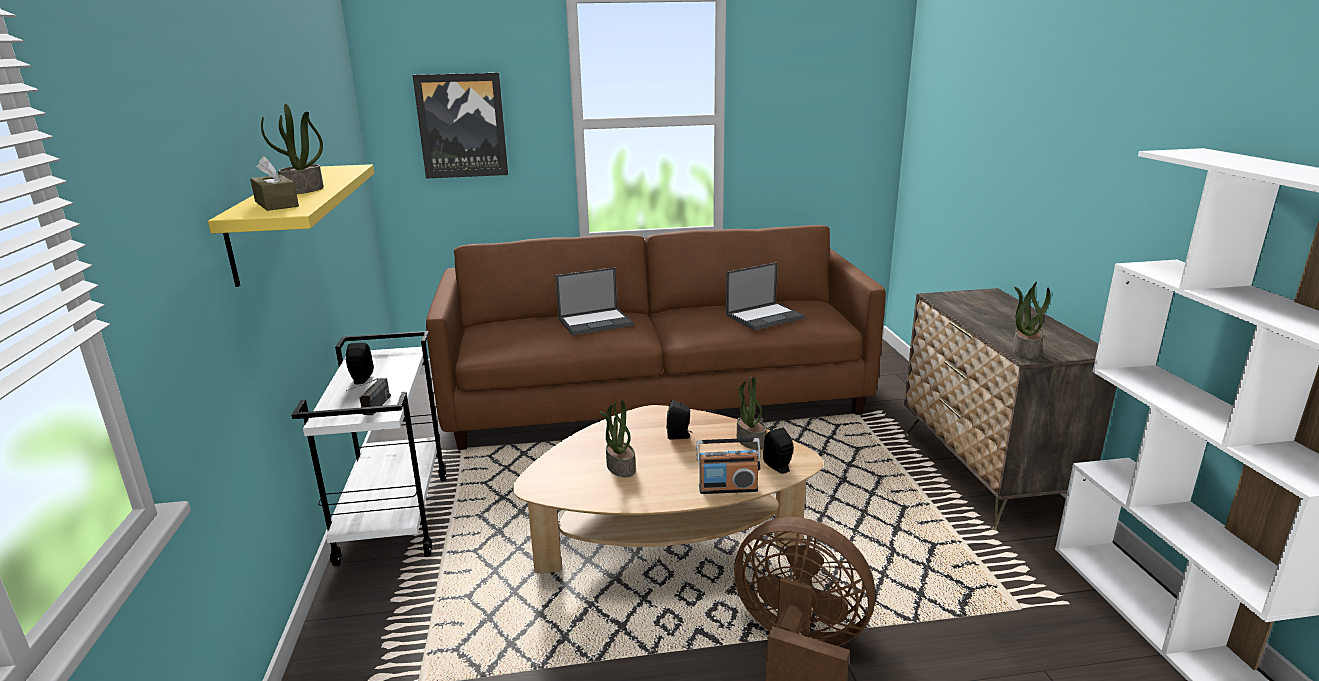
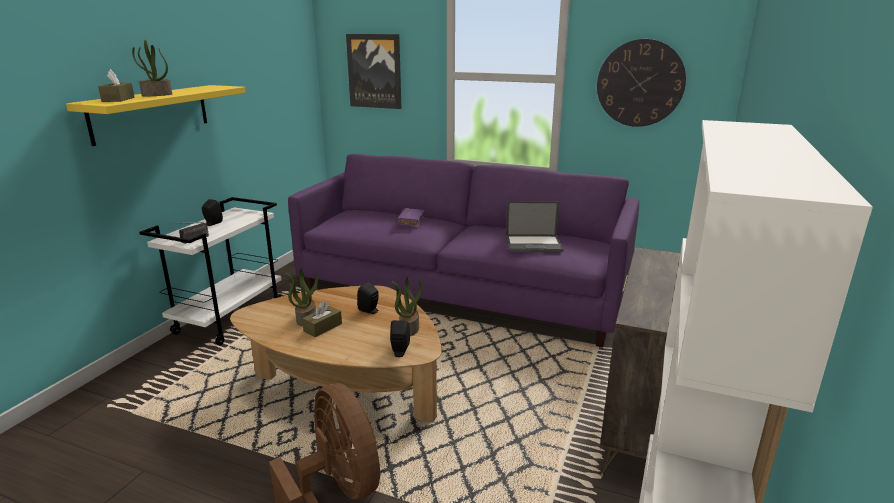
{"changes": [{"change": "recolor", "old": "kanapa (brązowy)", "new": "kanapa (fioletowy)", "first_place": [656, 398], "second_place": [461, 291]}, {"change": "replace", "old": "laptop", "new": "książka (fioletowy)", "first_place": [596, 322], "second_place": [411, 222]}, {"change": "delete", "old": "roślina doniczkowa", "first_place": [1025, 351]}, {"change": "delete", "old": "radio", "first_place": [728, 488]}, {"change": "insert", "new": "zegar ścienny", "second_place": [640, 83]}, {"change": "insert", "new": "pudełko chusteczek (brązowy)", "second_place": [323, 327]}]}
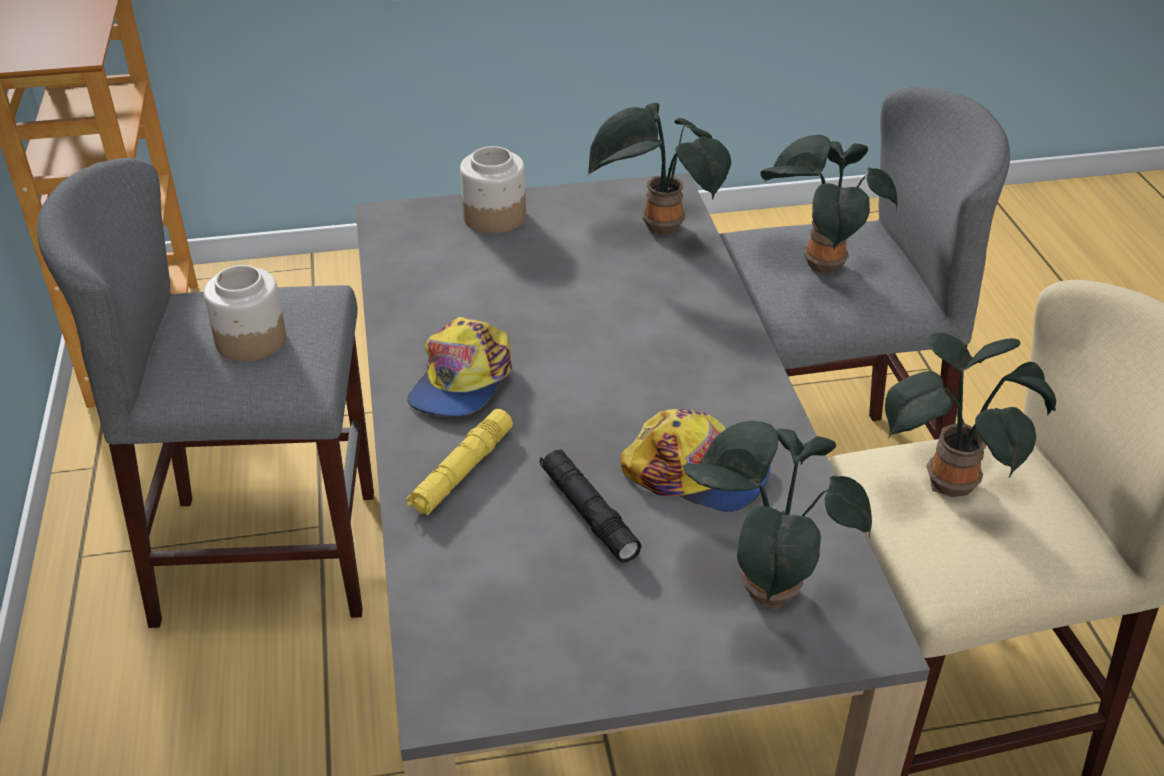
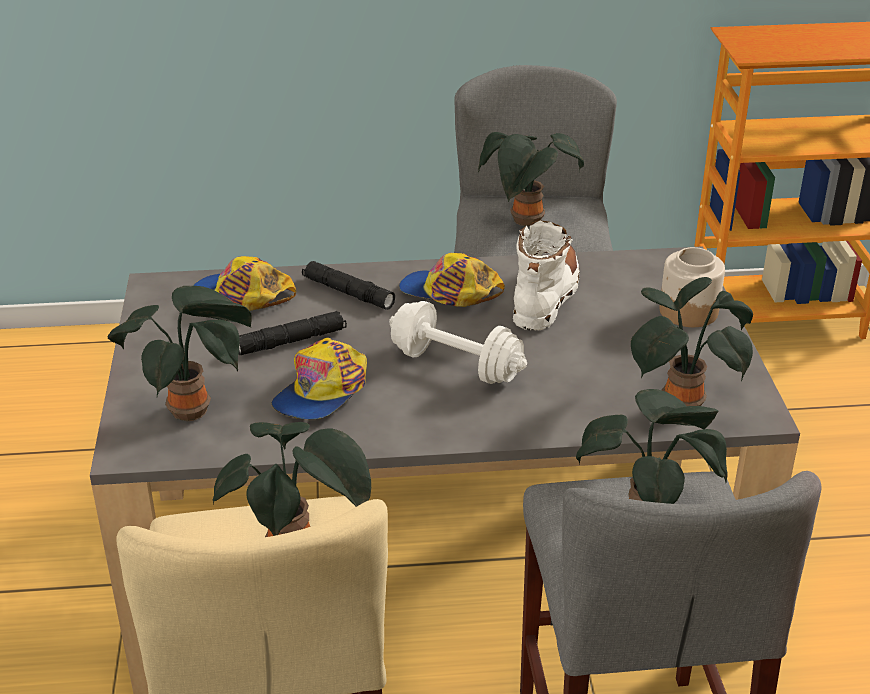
{"changes": [{"change": "replace", "old": "słoik", "new": "roślina doniczkowa", "first_place": [250, 340], "second_place": [526, 223]}, {"change": "recolor", "old": "latarka (żółty)", "new": "latarka (czarny)", "first_place": [462, 471], "second_place": [348, 292]}, {"change": "insert", "new": "but z cholewką (biały)", "second_place": [546, 296]}, {"change": "insert", "new": "czapka z daszkiem", "second_place": [241, 297]}, {"change": "insert", "new": "hantel (biały)", "second_place": [456, 365]}]}
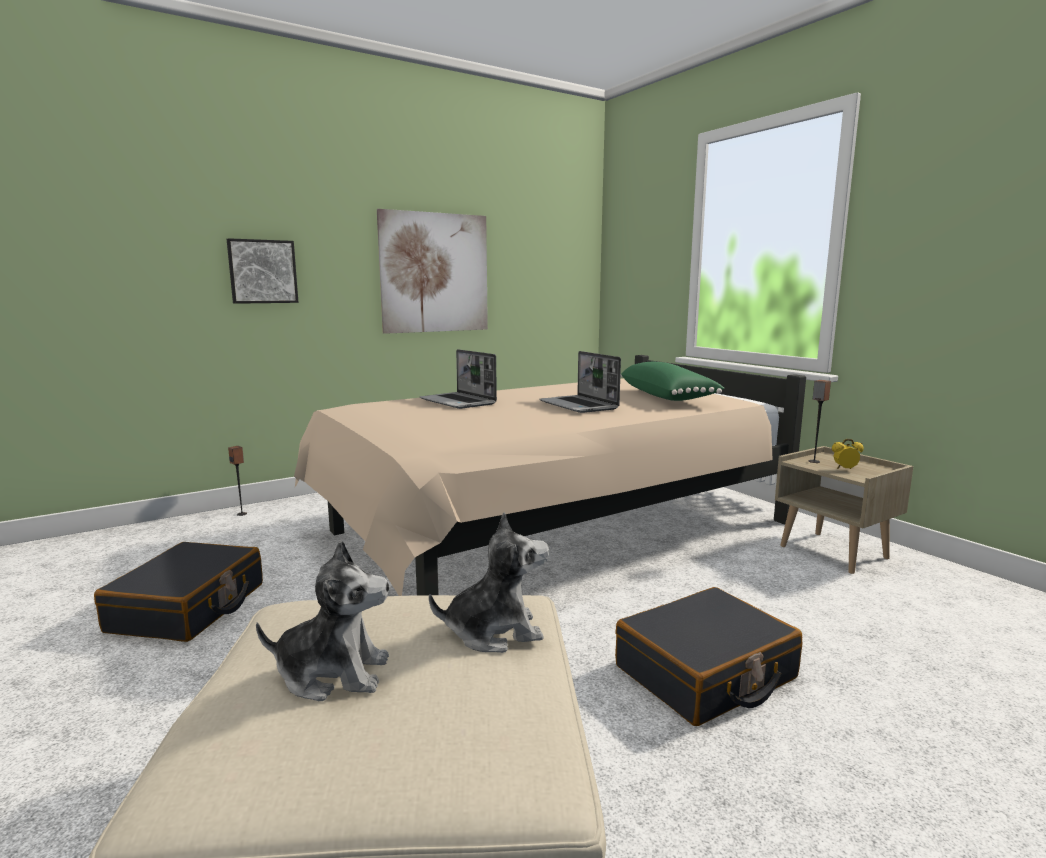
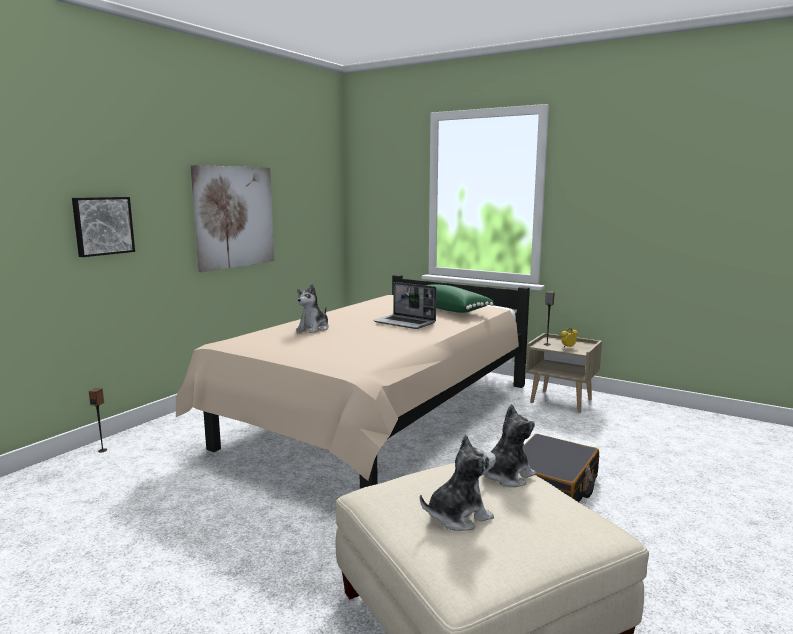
{"changes": [{"change": "replace", "old": "laptop", "new": "pluszak", "first_place": [459, 402], "second_place": [314, 329]}, {"change": "delete", "old": "walizka (czarny)", "first_place": [189, 608]}]}
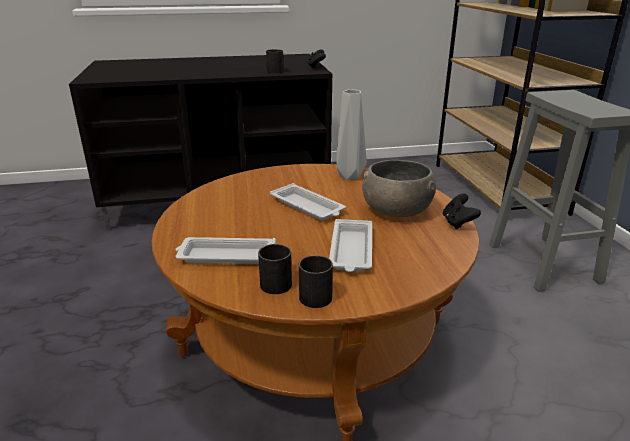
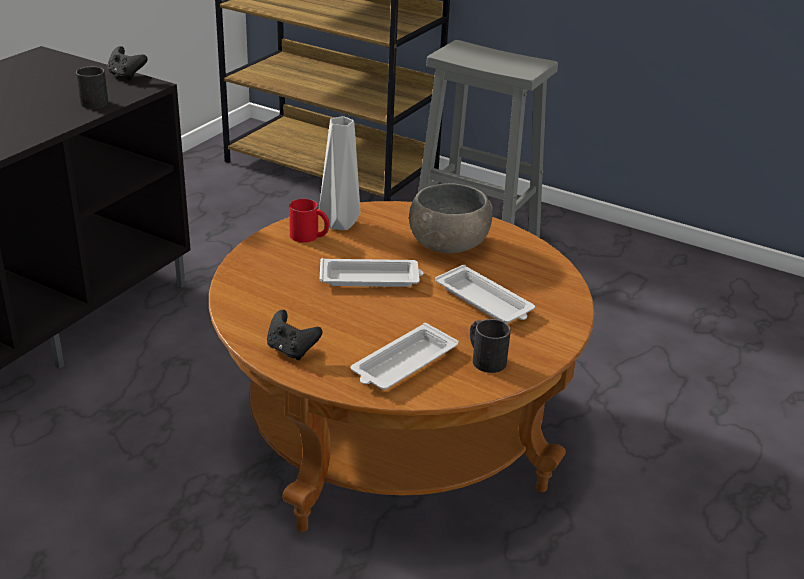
{"changes": [{"change": "move", "old": "pad do gier (czarny)", "first_place": [458, 223], "second_place": [291, 350]}, {"change": "delete", "old": "kubek (czarny)", "first_place": [313, 293]}, {"change": "insert", "new": "kubek (czerwony)", "second_place": [309, 236]}]}
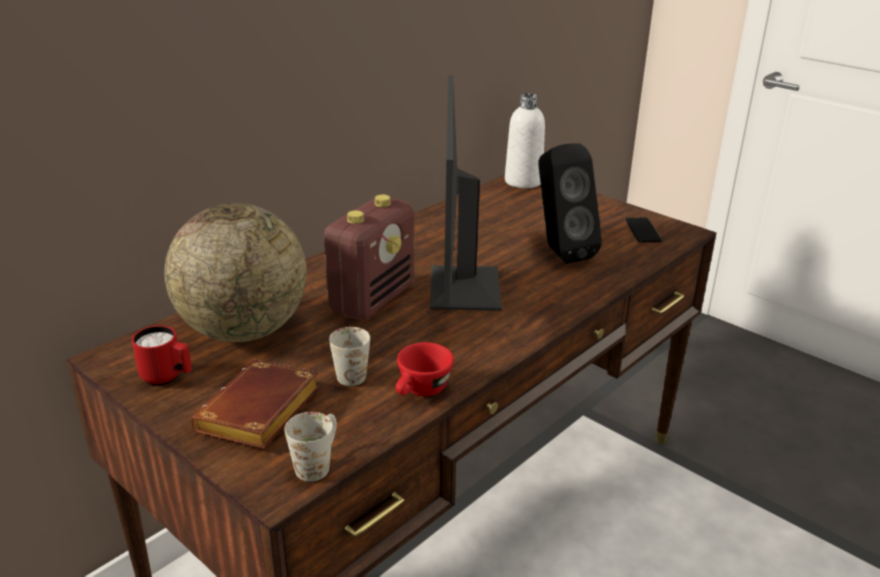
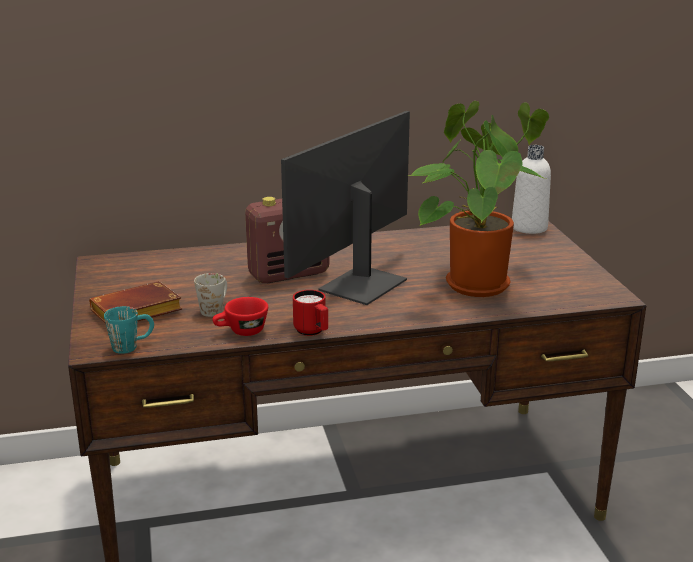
{"changes": [{"change": "replace", "old": "głośnik (czarny)", "new": "roślina doniczkowa", "first_place": [559, 252], "second_place": [474, 282]}, {"change": "delete", "old": "globus", "first_place": [244, 331]}, {"change": "delete", "old": "telefon", "first_place": [642, 231]}, {"change": "move", "old": "kubek (czerwony)", "first_place": [167, 378], "second_place": [312, 332]}, {"change": "recolor", "old": "kubek (biały)", "new": "kubek (turkusowy)", "first_place": [318, 463], "second_place": [132, 346]}]}
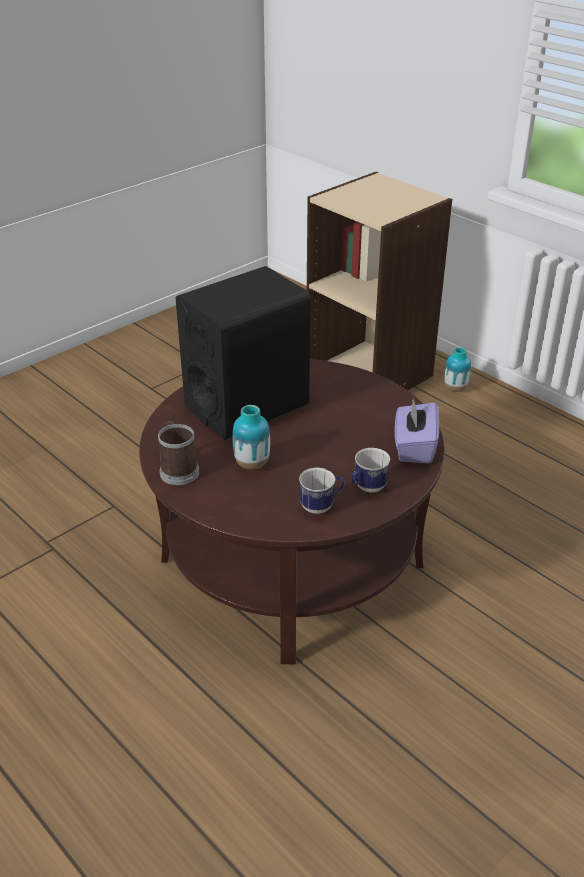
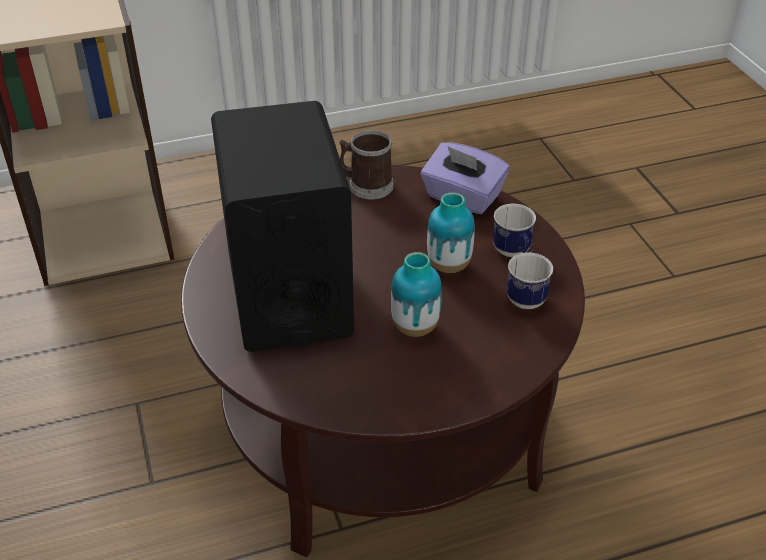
{"changes": [{"change": "move", "old": "wazon", "first_place": [455, 388], "second_place": [449, 265]}, {"change": "move", "old": "kubek", "first_place": [178, 470], "second_place": [366, 185]}]}
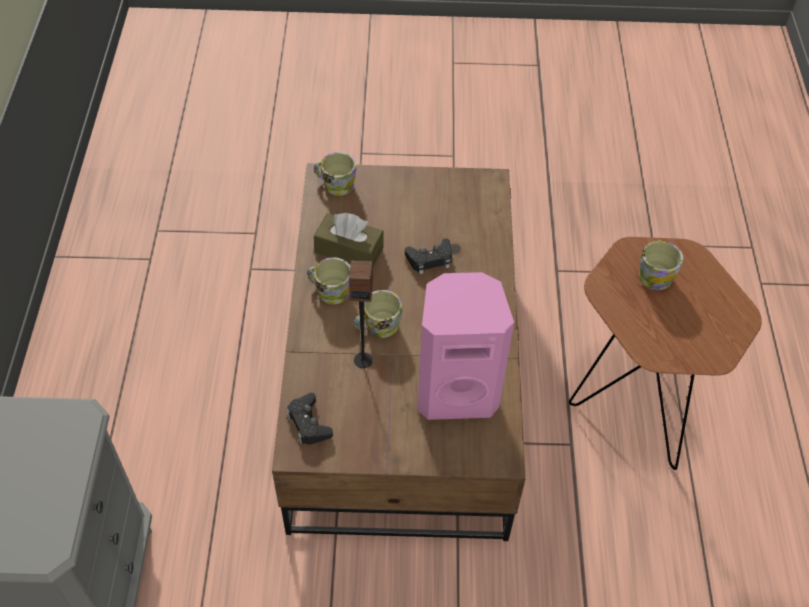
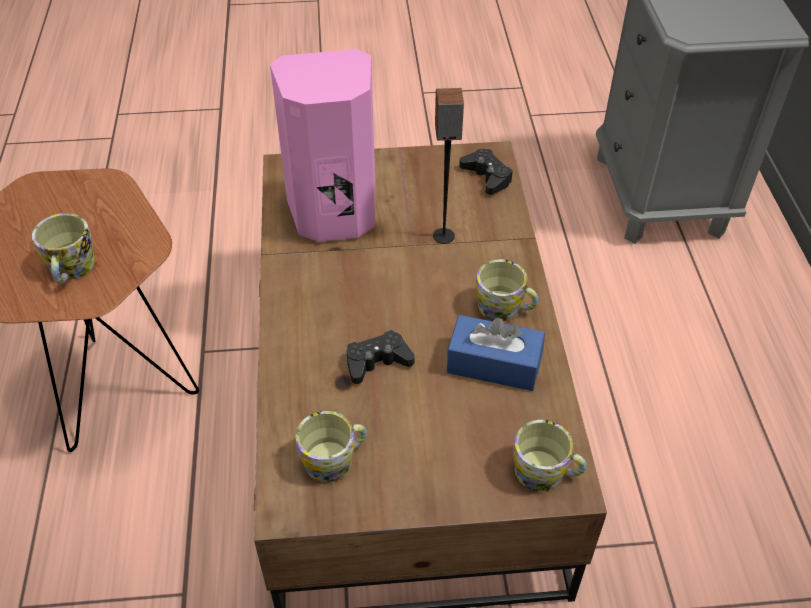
{"changes": [{"change": "recolor", "old": "pudełko chusteczek (brązowy)", "new": "pudełko chusteczek (niebieski)", "first_place": [349, 250], "second_place": [494, 364]}, {"change": "move", "old": "kubek", "first_place": [377, 326], "second_place": [335, 459]}]}
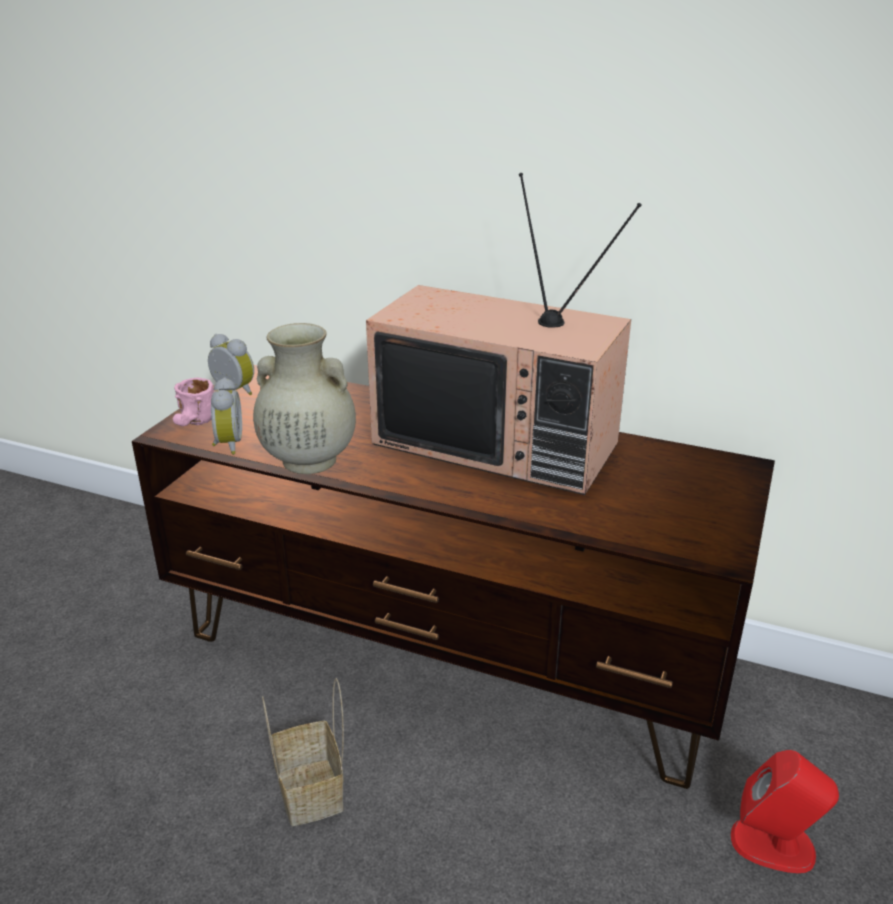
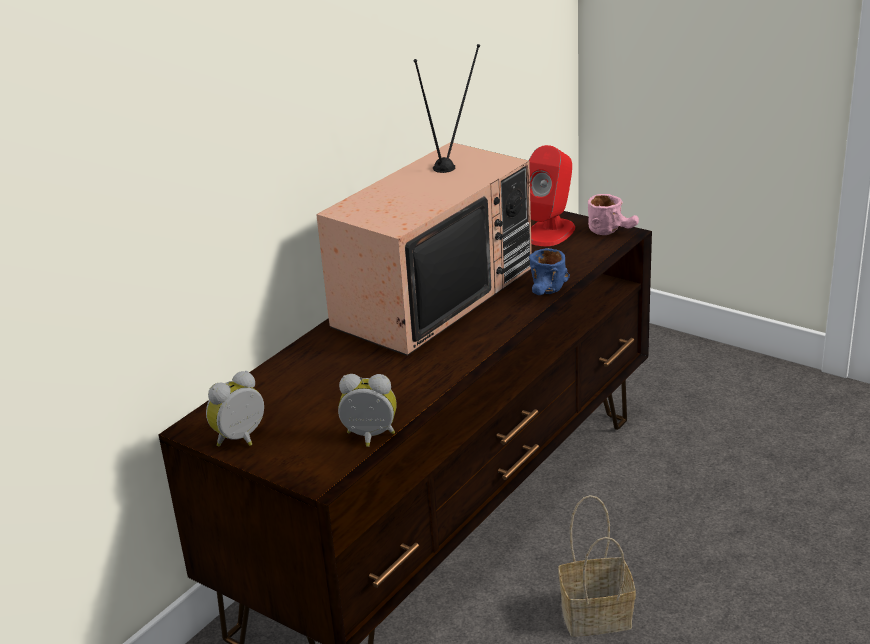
{"changes": [{"change": "delete", "old": "wazon (beżowy)", "first_place": [307, 460]}, {"change": "move", "old": "kubek (różowy)", "first_place": [196, 424], "second_place": [613, 231]}, {"change": "move", "old": "głośnik (czerwony)", "first_place": [774, 845], "second_place": [550, 232]}, {"change": "insert", "new": "kubek (niebieski)", "second_place": [547, 293]}]}
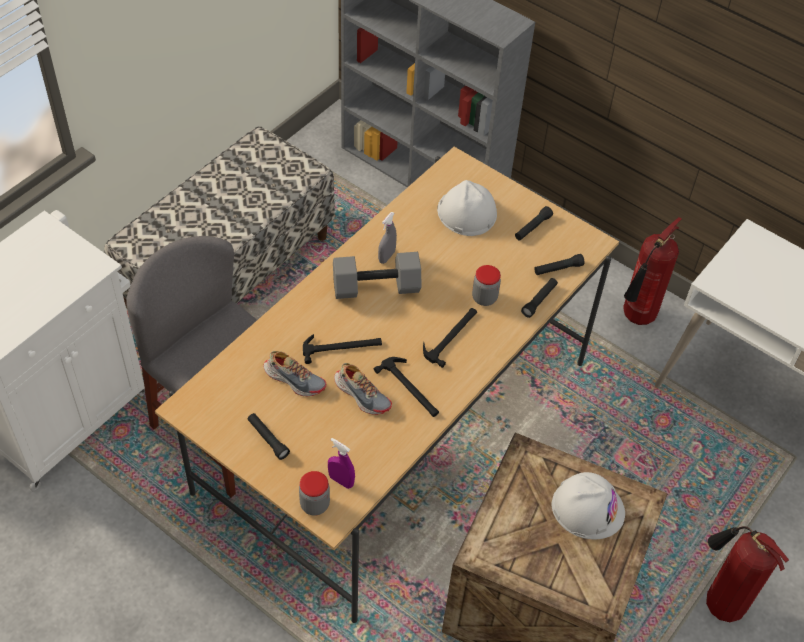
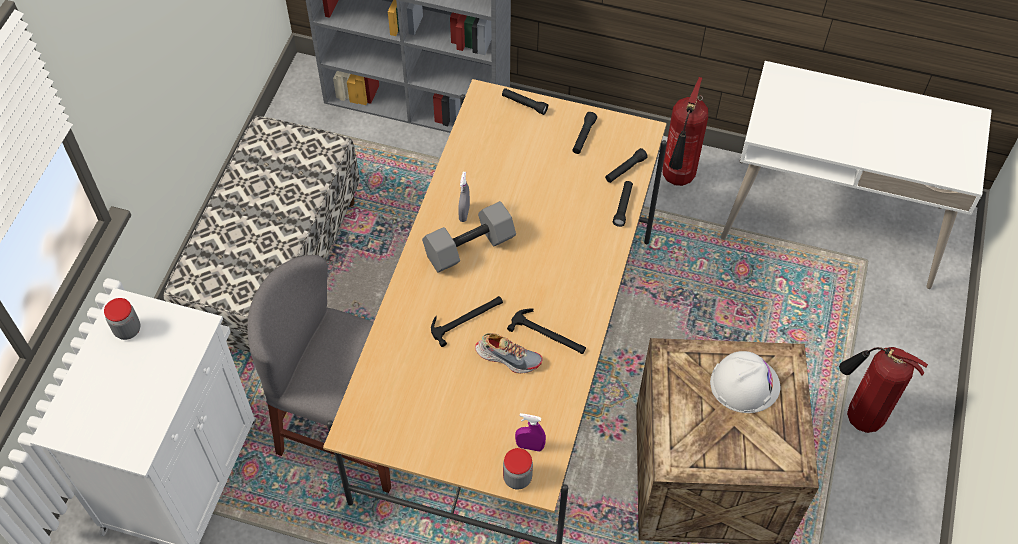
{"changes": [{"change": "delete", "old": "kask (biały)", "first_place": [466, 212]}, {"change": "move", "old": "słoik", "first_place": [484, 298], "second_place": [127, 329]}, {"change": "delete", "old": "młotek", "first_place": [451, 336]}, {"change": "delete", "old": "but", "first_place": [294, 379]}, {"change": "move", "old": "latarka (czarny)", "first_place": [268, 439], "second_place": [524, 104]}]}
